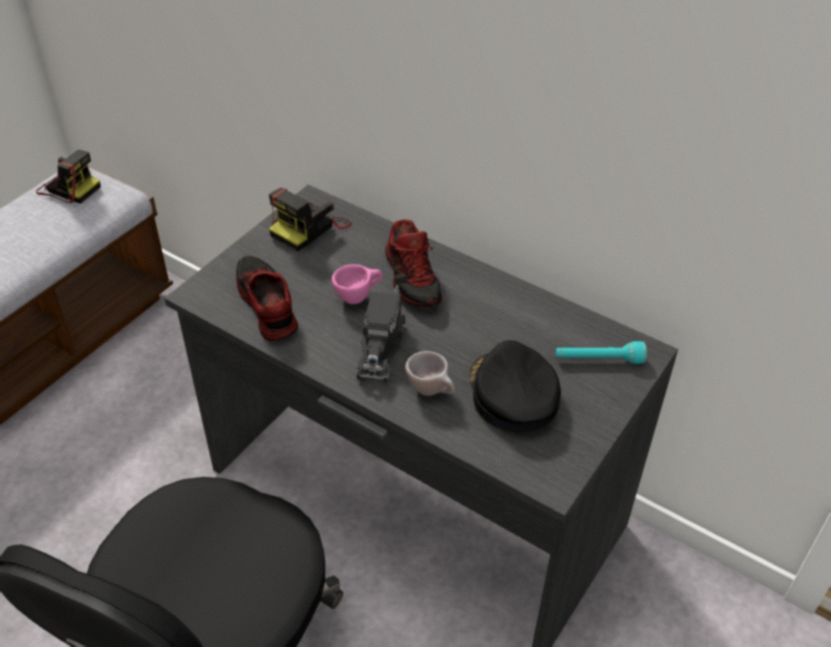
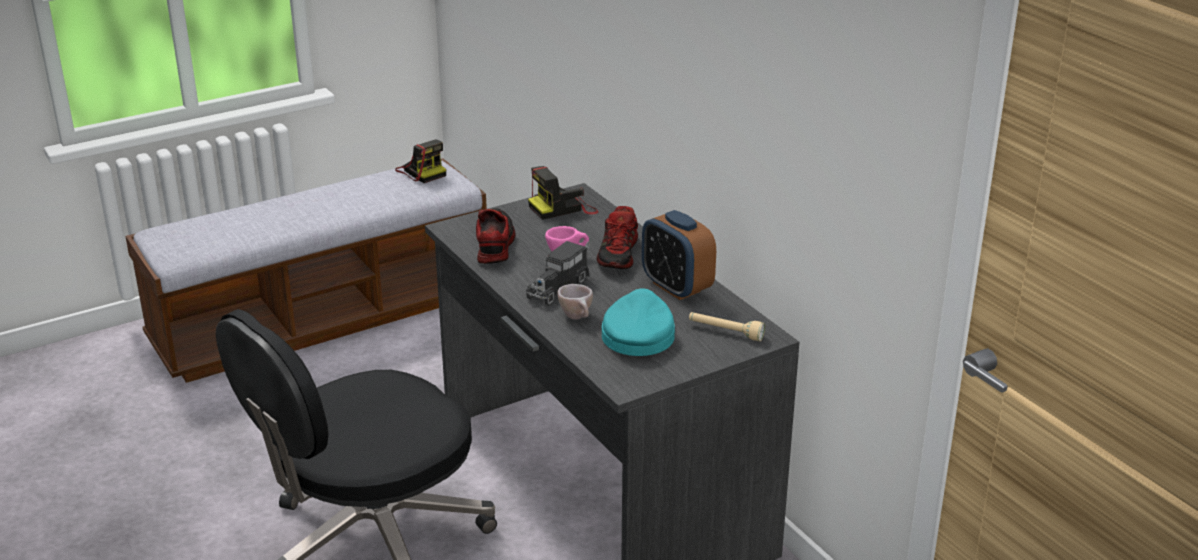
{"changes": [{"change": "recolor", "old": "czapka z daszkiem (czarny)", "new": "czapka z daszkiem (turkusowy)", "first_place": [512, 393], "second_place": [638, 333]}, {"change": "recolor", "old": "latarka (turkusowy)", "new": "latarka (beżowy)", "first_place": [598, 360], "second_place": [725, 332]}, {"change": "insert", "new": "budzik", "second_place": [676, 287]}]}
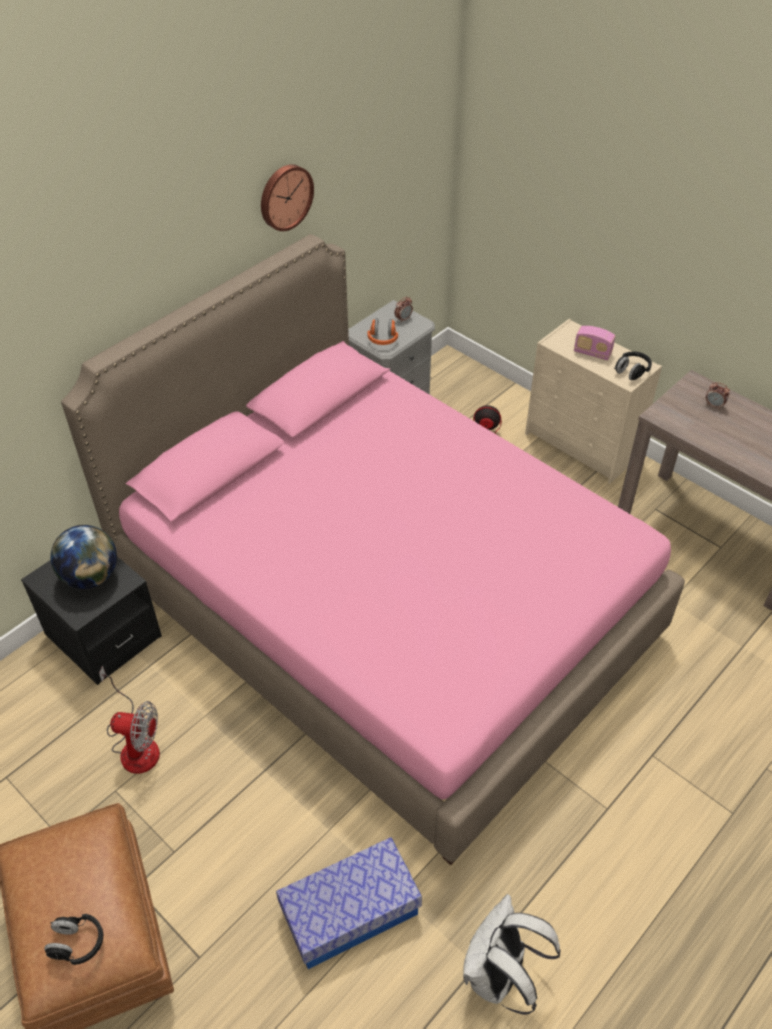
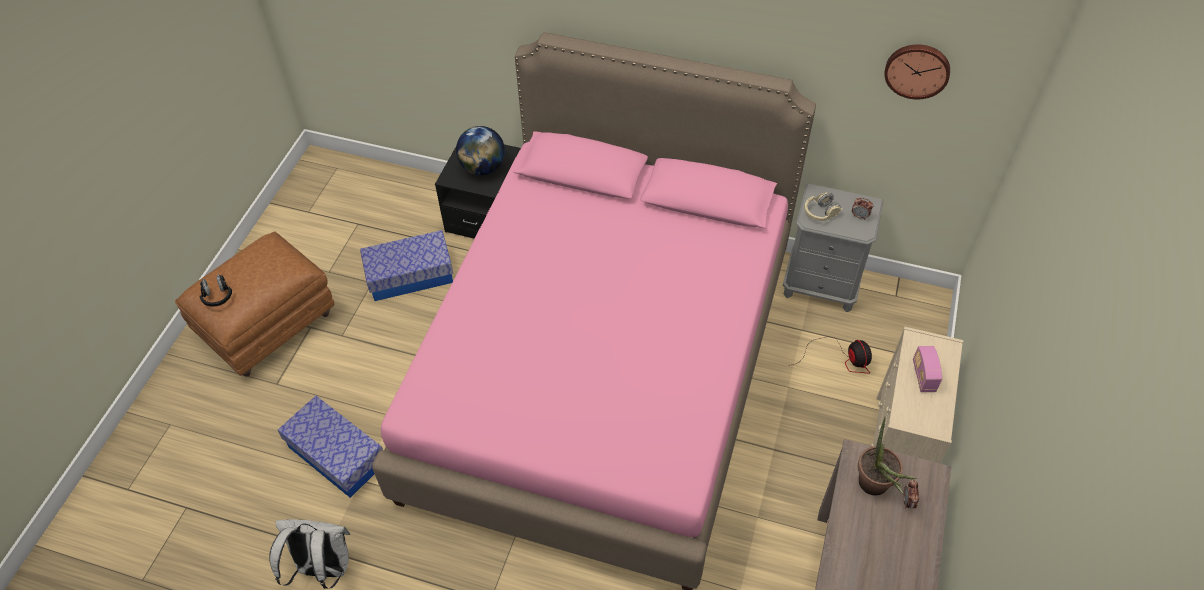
{"changes": [{"change": "move", "old": "zegar ścienny", "first_place": [285, 196], "second_place": [917, 69]}, {"change": "recolor", "old": "słuchawki (pomarańczowy)", "new": "słuchawki (beżowy)", "first_place": [383, 339], "second_place": [820, 213]}, {"change": "delete", "old": "słuchawki (czarny)", "first_place": [632, 371]}, {"change": "replace", "old": "wentylator", "new": "pojemnik do przechowywania", "first_place": [135, 744], "second_place": [410, 275]}, {"change": "insert", "new": "roślina doniczkowa", "second_place": [875, 488]}]}
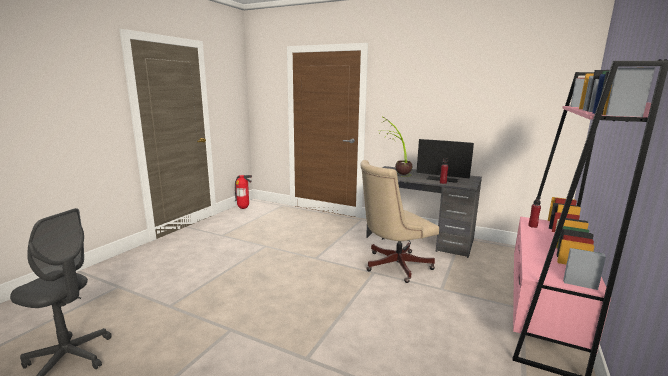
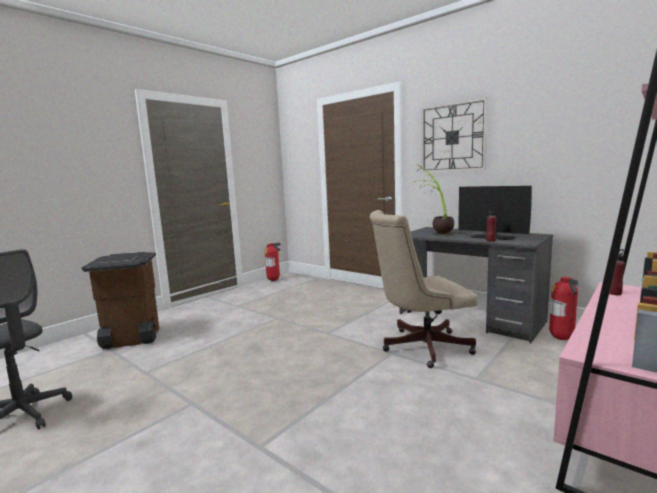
{"changes": [{"change": "insert", "new": "zegar ścienny", "second_place": [452, 137]}, {"change": "insert", "new": "kosz na śmieci (brązowy)", "second_place": [131, 339]}, {"change": "insert", "new": "gaśnica", "second_place": [562, 339]}]}
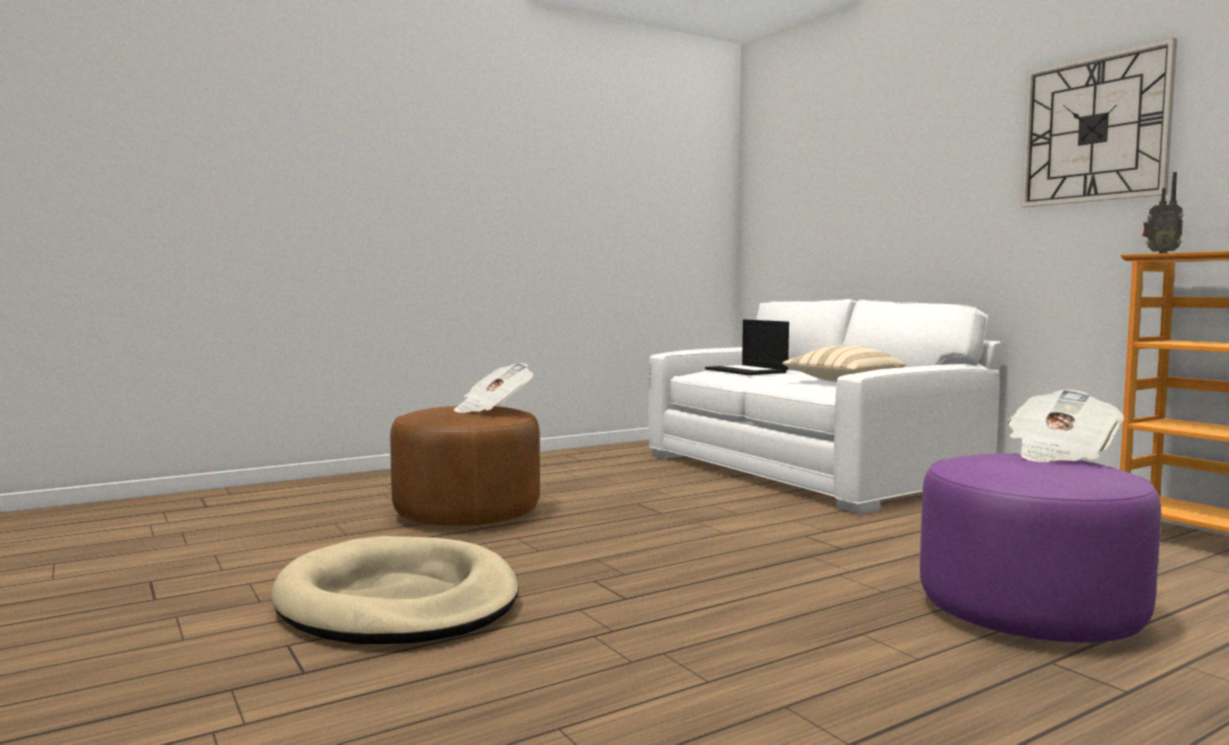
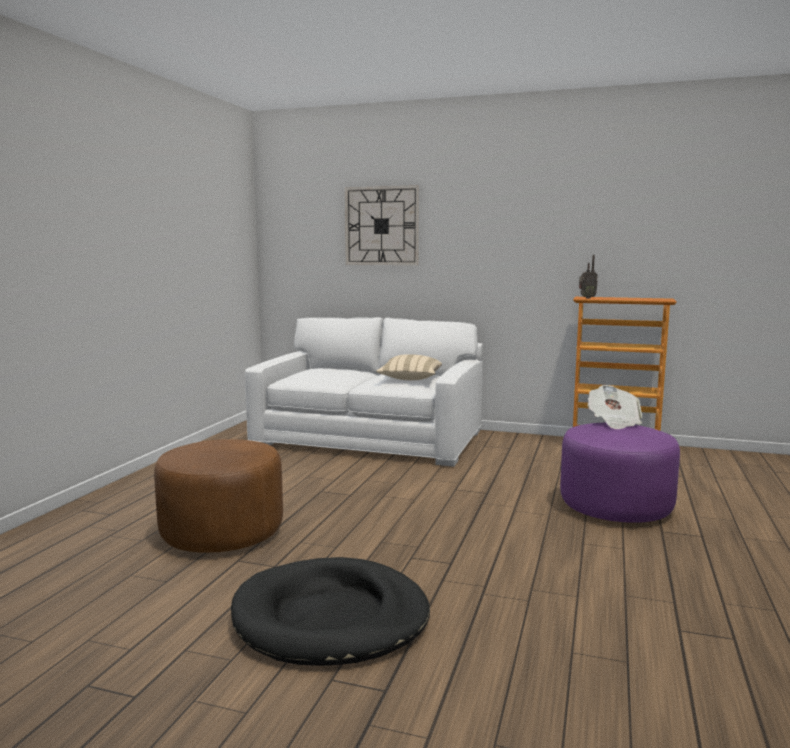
{"changes": [{"change": "move", "old": "zegar ścienny", "first_place": [1094, 129], "second_place": [382, 226]}, {"change": "delete", "old": "laptop", "first_place": [747, 371]}, {"change": "delete", "old": "gazeta", "first_place": [493, 409]}, {"change": "recolor", "old": "legowisko (beżowy)", "new": "legowisko (czarny)", "first_place": [398, 601], "second_place": [331, 618]}]}
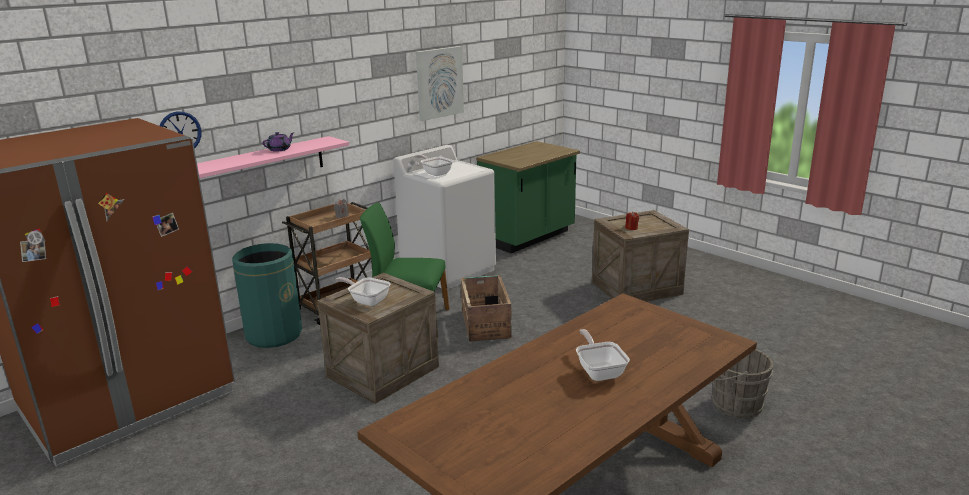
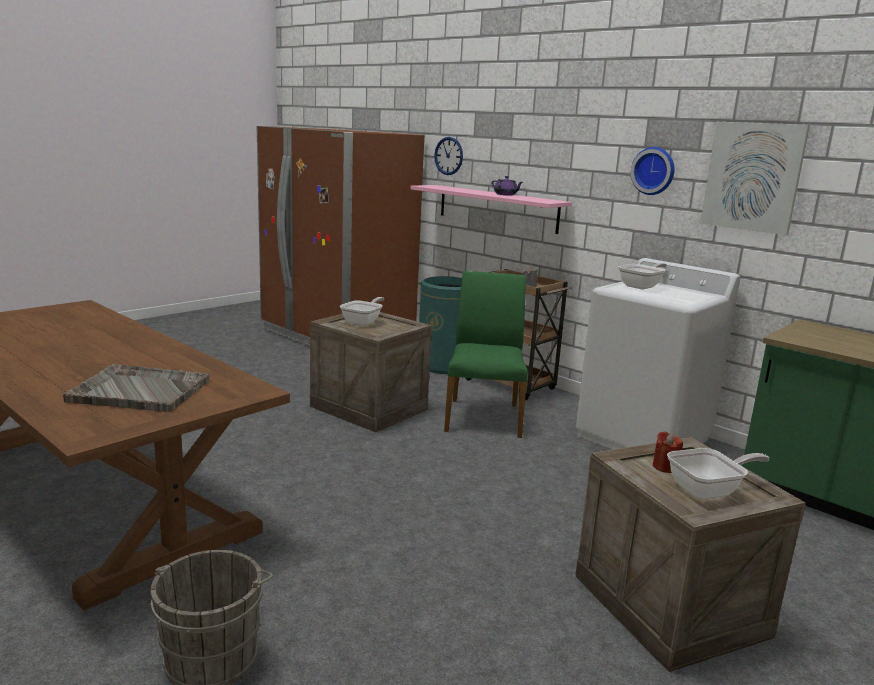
{"changes": [{"change": "delete", "old": "skrzynka", "first_place": [486, 323]}, {"change": "move", "old": "patelnia", "first_place": [599, 371], "second_place": [709, 490]}, {"change": "insert", "new": "zegar ścienny", "second_place": [654, 171]}, {"change": "insert", "new": "taca (szary)", "second_place": [139, 390]}]}
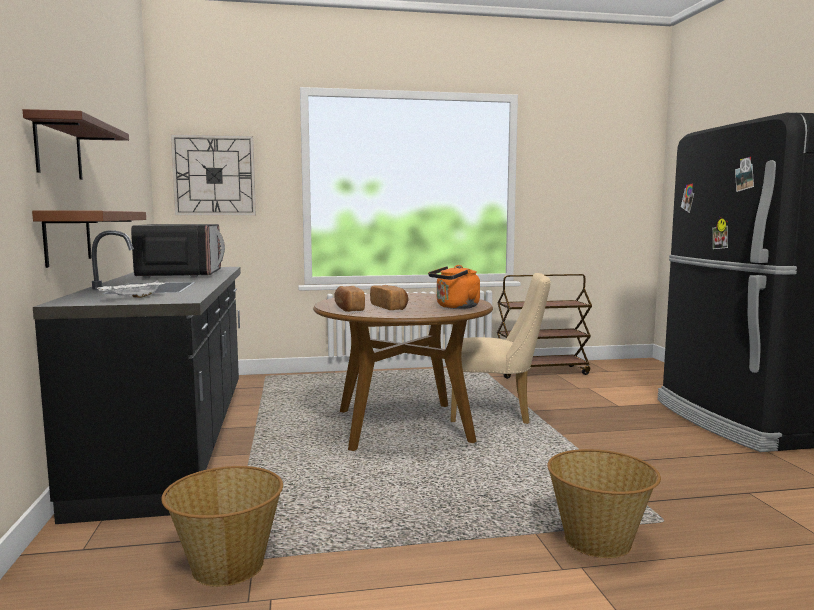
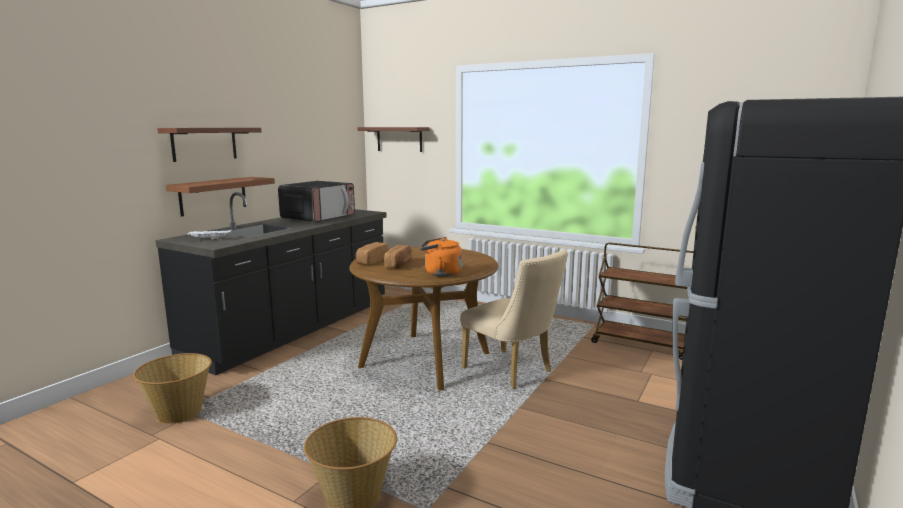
{"changes": [{"change": "replace", "old": "zegar ścienny", "new": "półka (brązowy)", "first_place": [214, 175], "second_place": [399, 139]}]}
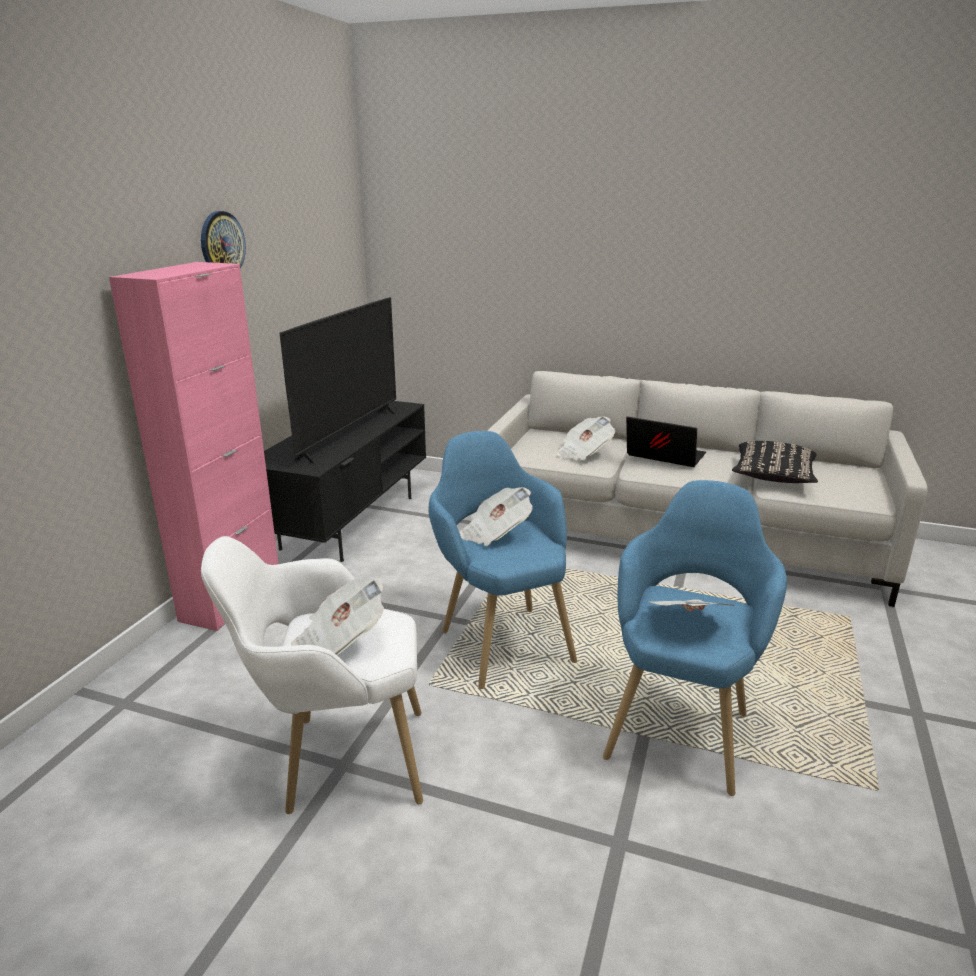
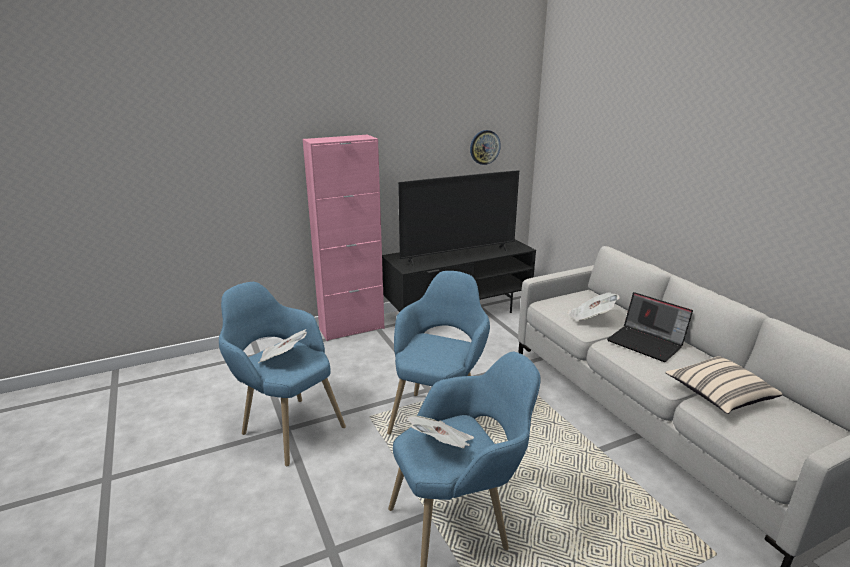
{"changes": [{"change": "move", "old": "zegar ścienny", "first_place": [222, 244], "second_place": [484, 147]}, {"change": "rotate", "old": "laptop", "first_place": [663, 457], "second_place": [647, 343], "degrees": 150}, {"change": "recolor", "old": "poduszka (czarny)", "new": "poduszka (beżowy)", "first_place": [773, 477], "second_place": [718, 396]}, {"change": "delete", "old": "gazeta", "first_place": [495, 533]}, {"change": "recolor", "old": "fotel (biały)", "new": "fotel (niebieski)", "first_place": [335, 761], "second_place": [286, 425]}]}
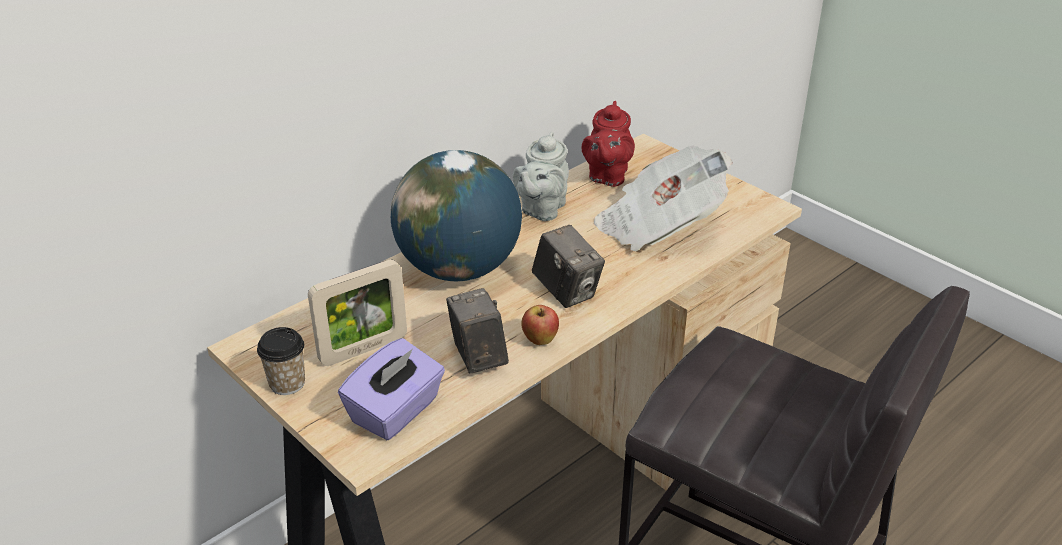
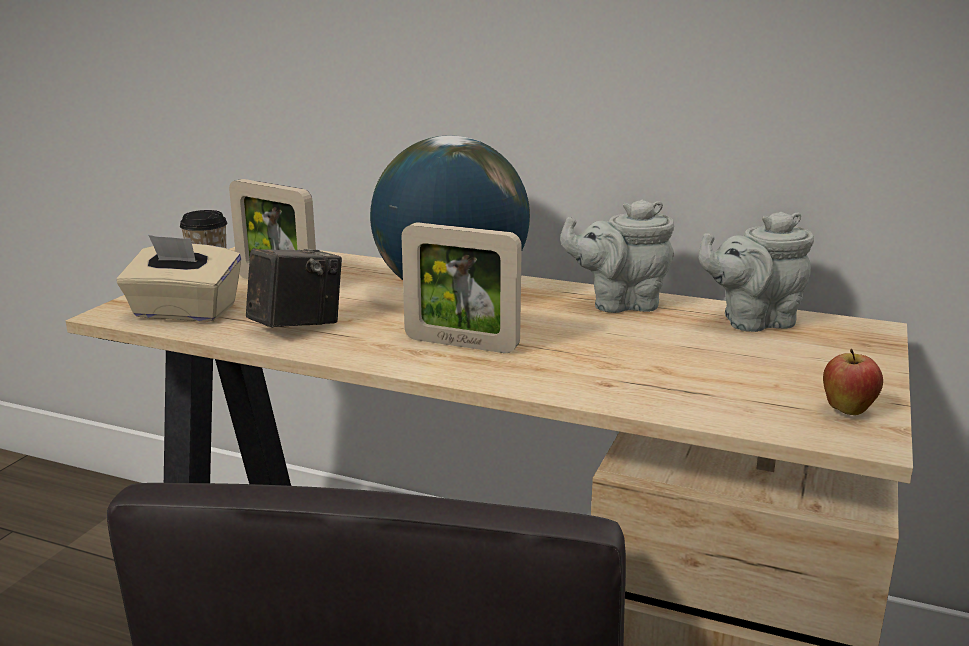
{"changes": [{"change": "recolor", "old": "imbryk (czerwony)", "new": "imbryk (szary)", "first_place": [607, 176], "second_place": [753, 321]}, {"change": "delete", "old": "gazeta", "first_place": [659, 226]}, {"change": "replace", "old": "aparat fotograficzny", "new": "ramka na zdjęcie", "first_place": [567, 291], "second_place": [461, 344]}, {"change": "move", "old": "jabłko", "first_place": [540, 341], "second_place": [847, 411]}, {"change": "recolor", "old": "pudełko chusteczek (fioletowy)", "new": "pudełko chusteczek (beżowy)", "first_place": [396, 411], "second_place": [184, 312]}]}
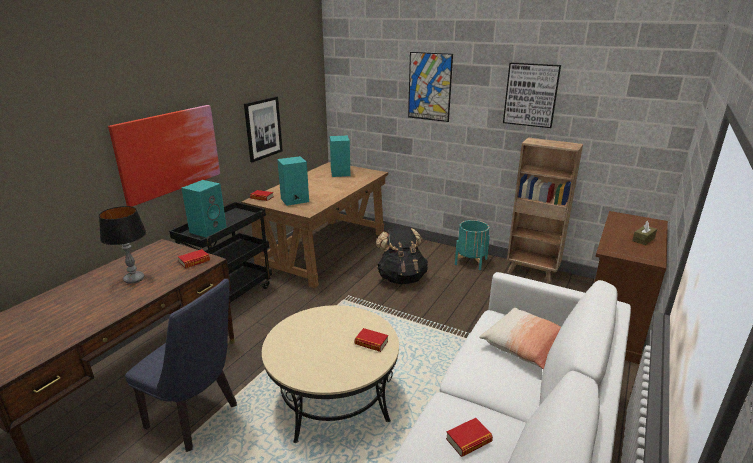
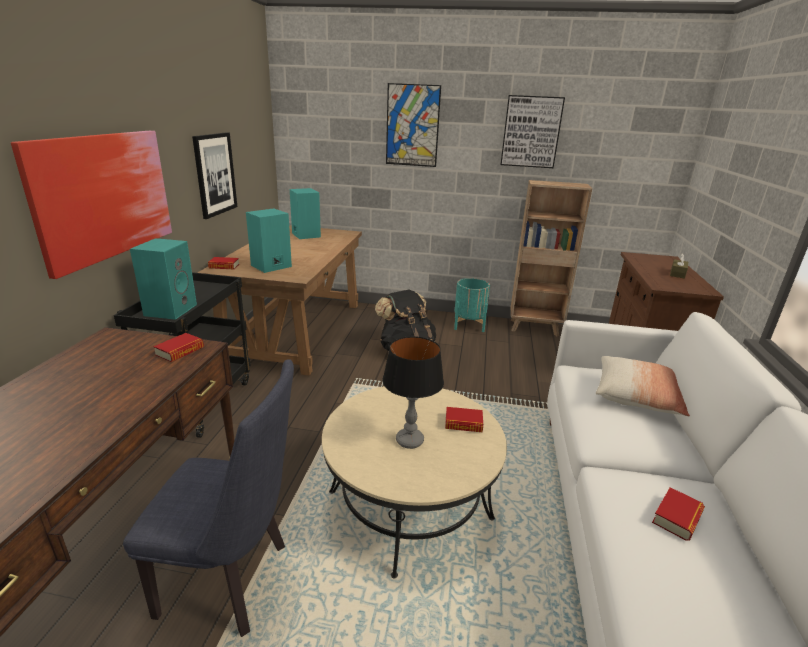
{"changes": [{"change": "move", "old": "lampa stołowa", "first_place": [134, 279], "second_place": [410, 441]}]}
